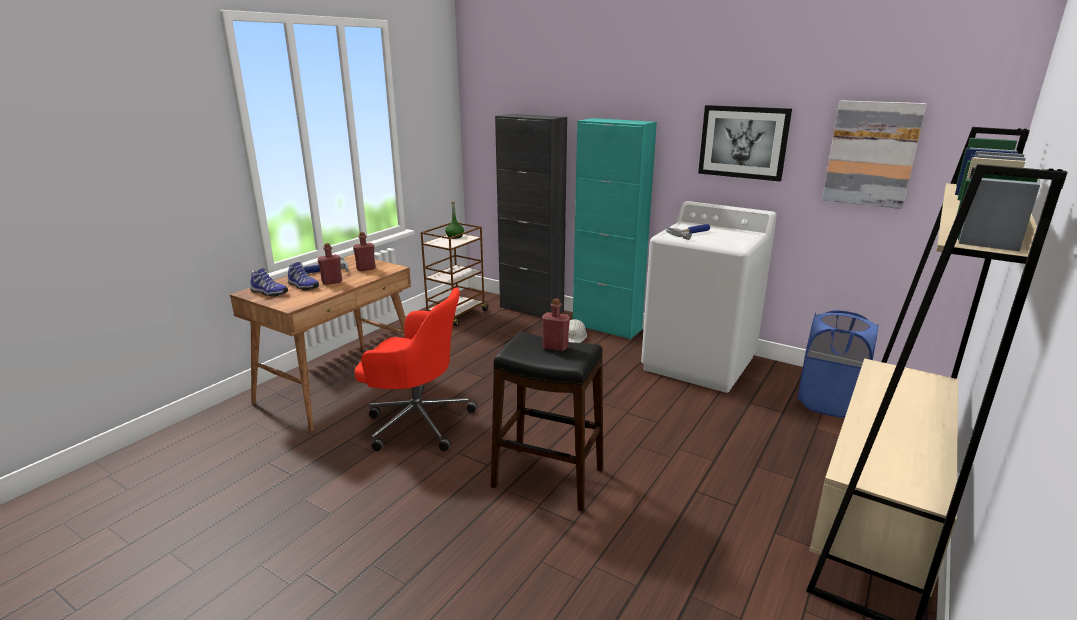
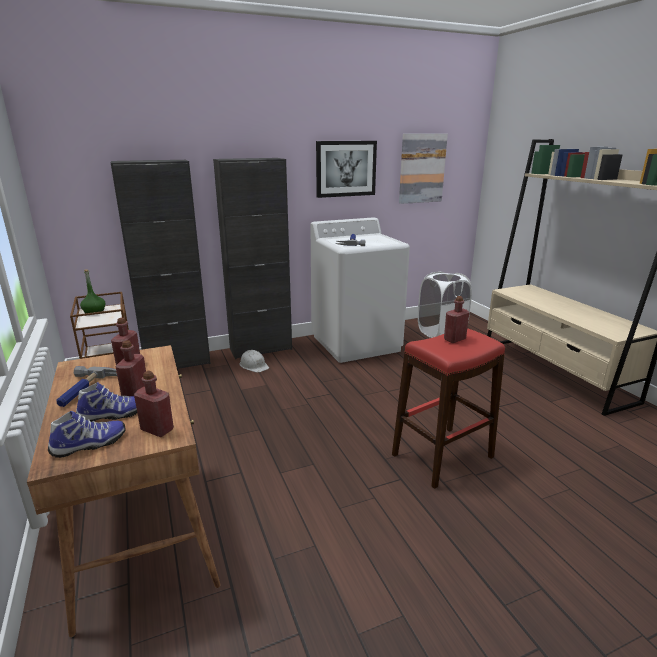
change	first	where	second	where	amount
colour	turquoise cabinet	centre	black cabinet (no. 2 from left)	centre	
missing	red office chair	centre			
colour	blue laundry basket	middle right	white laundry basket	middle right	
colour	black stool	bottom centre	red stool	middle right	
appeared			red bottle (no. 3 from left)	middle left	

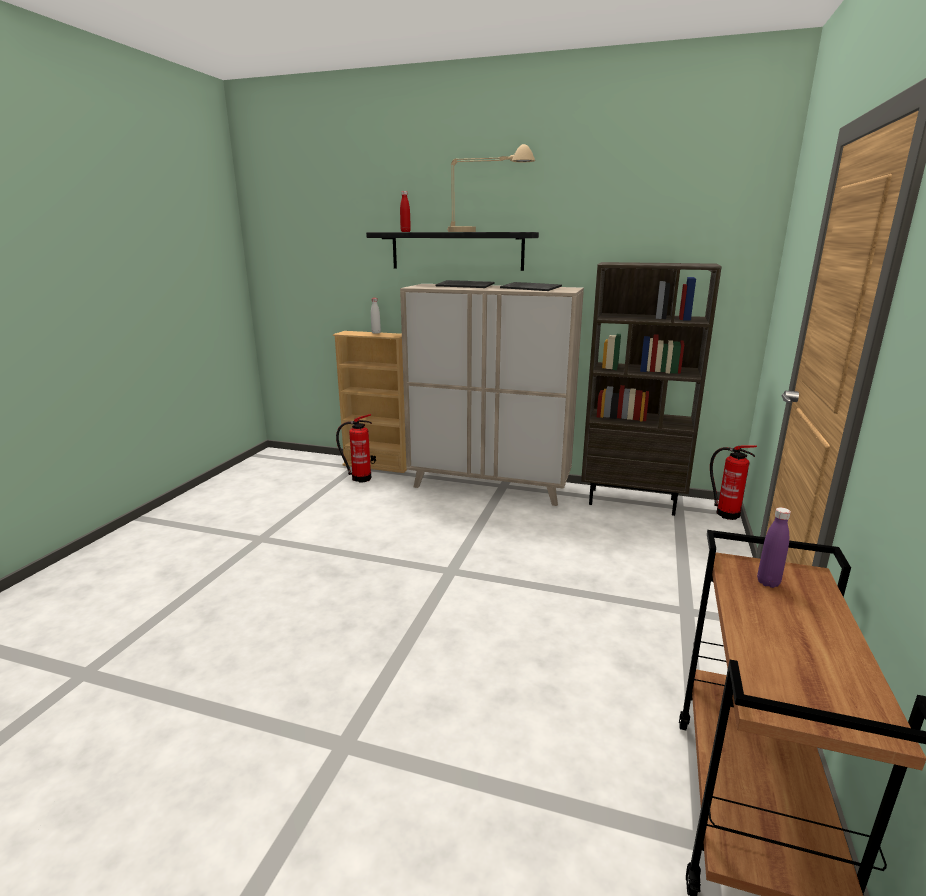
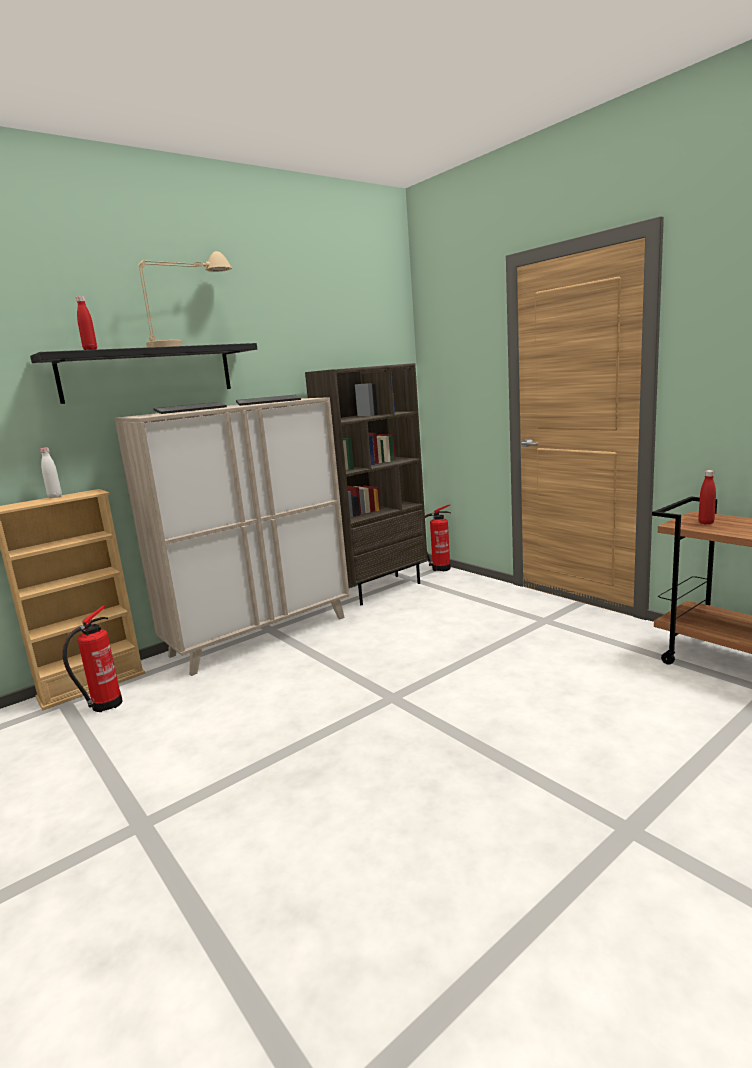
change	first	where	second	where	amount
colour	purple bottle	middle right	red bottle (no. 2 from left)	middle right	

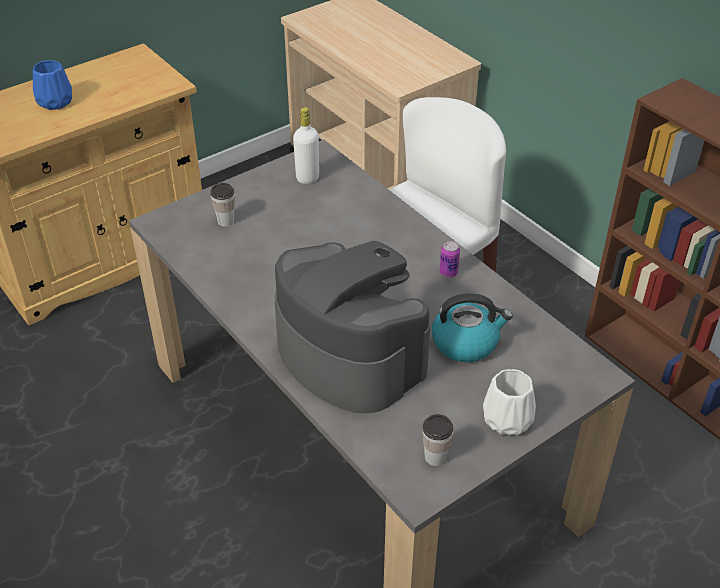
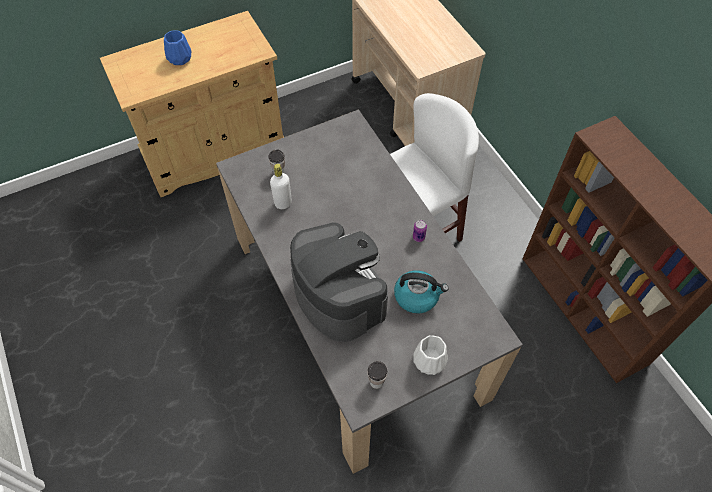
change	first	where	second	where	amount
relocated	white bottle	top centre		centre	

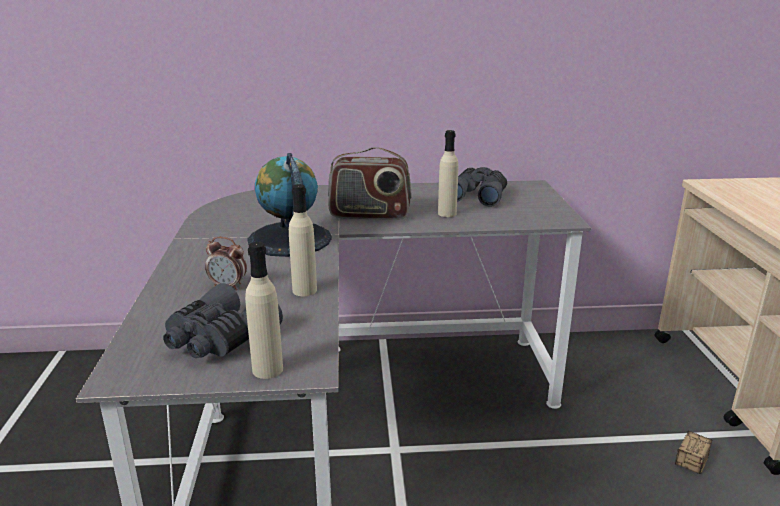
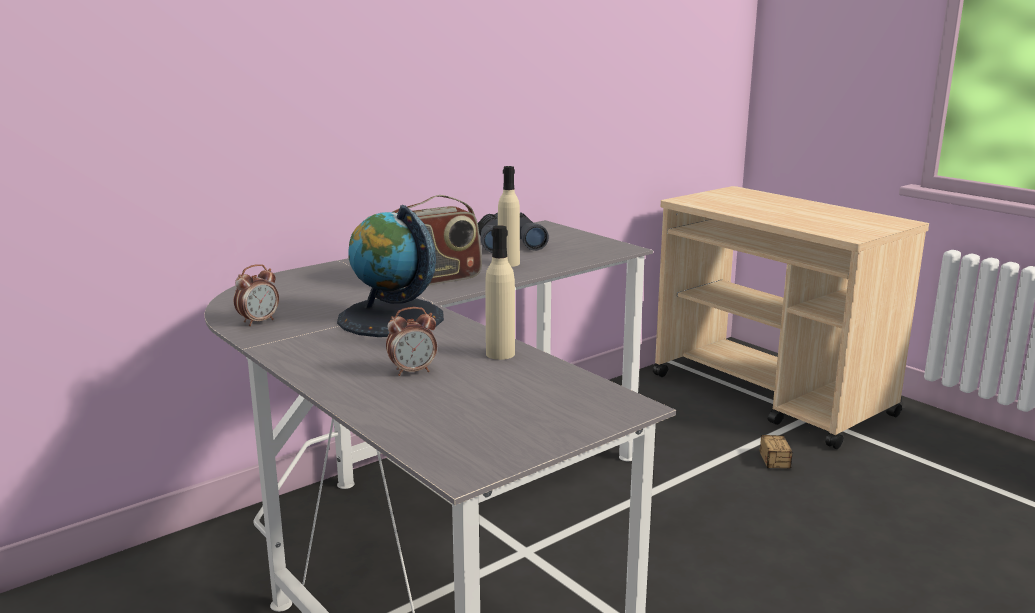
change	first	where	second	where	amount
missing	beige bottle (no. 1 from left)	centre			
missing	grey binoculars (no. 1 from left)	middle left			
appeared			alarm clock (no. 1 from left)	middle left	

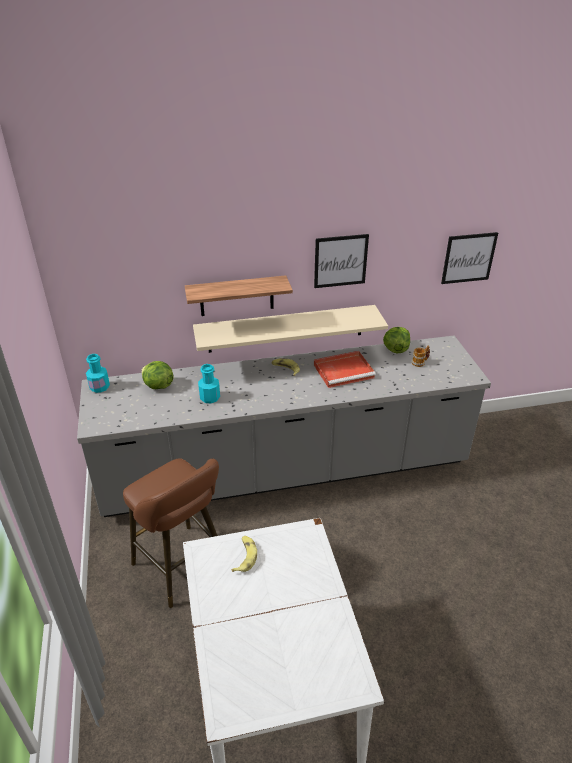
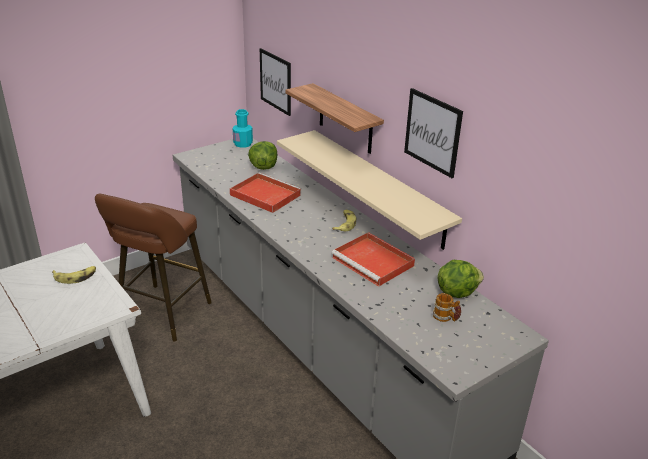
change	first	where	second	where	amount
relocated	picture (no. 2 from left in the first image)	middle right	picture (no. 1 from left)	top centre	
exchanged	turquoise bottle (no. 2 from left)	centre	red tray (no. 1 from left)	centre	

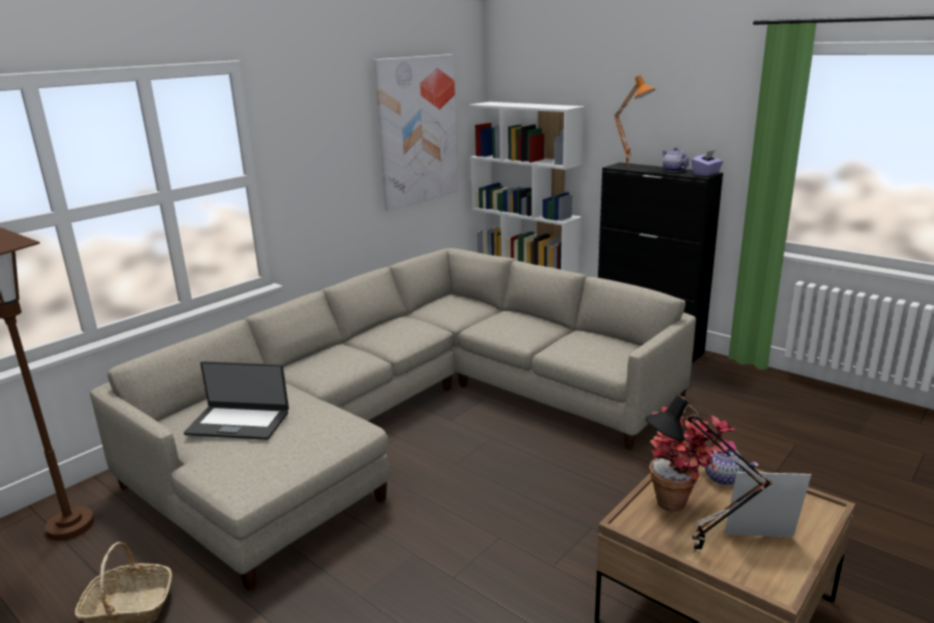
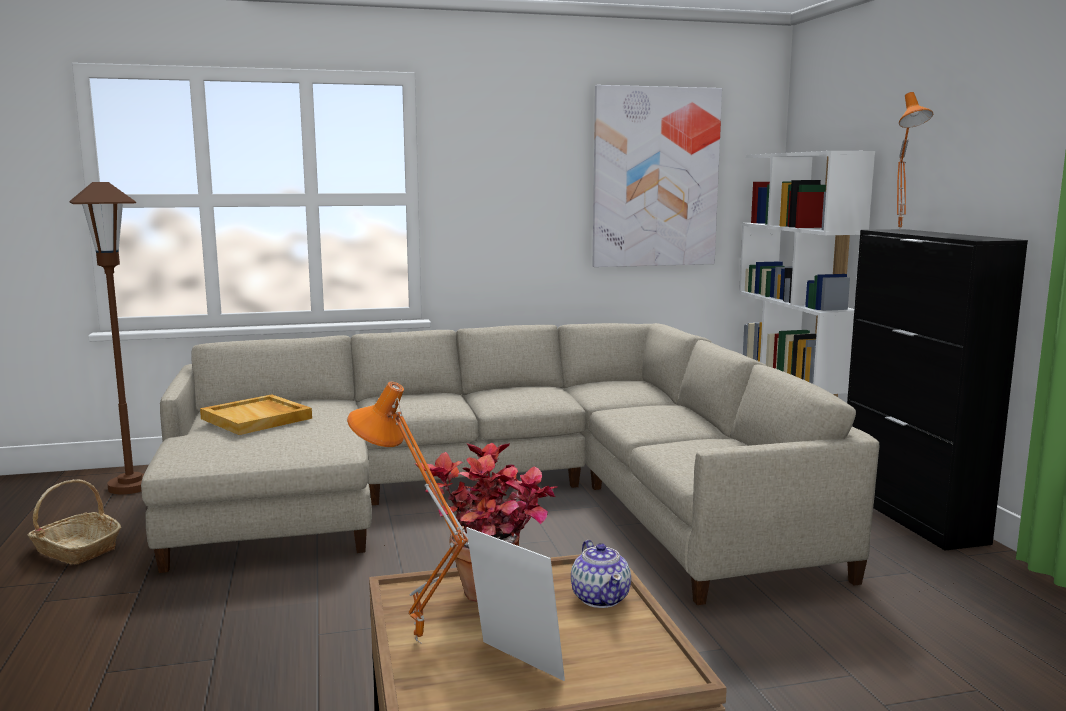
change	first	where	second	where	amount
missing	teapot (no. 1 from left)	top right			
missing	purple tissue box	top right			
exchanged	laptop	middle left	beige tray	middle left	
colour	black table lamp	bottom right	orange table lamp (no. 1 from left)	bottom centre	

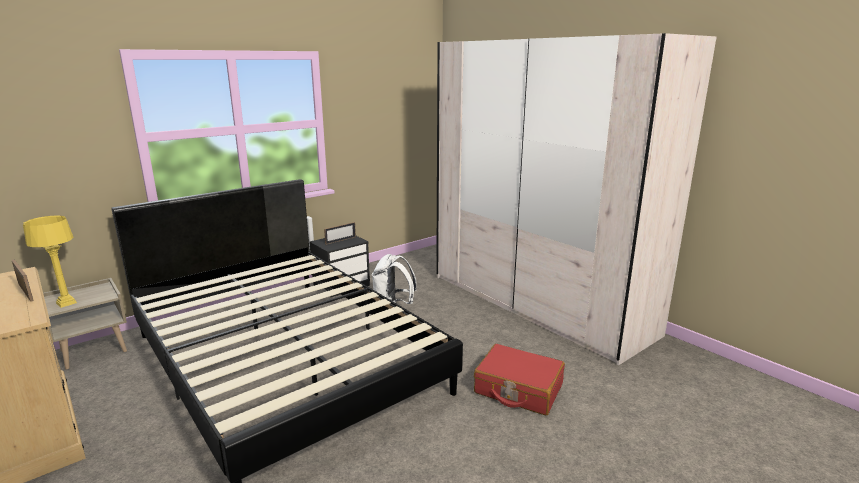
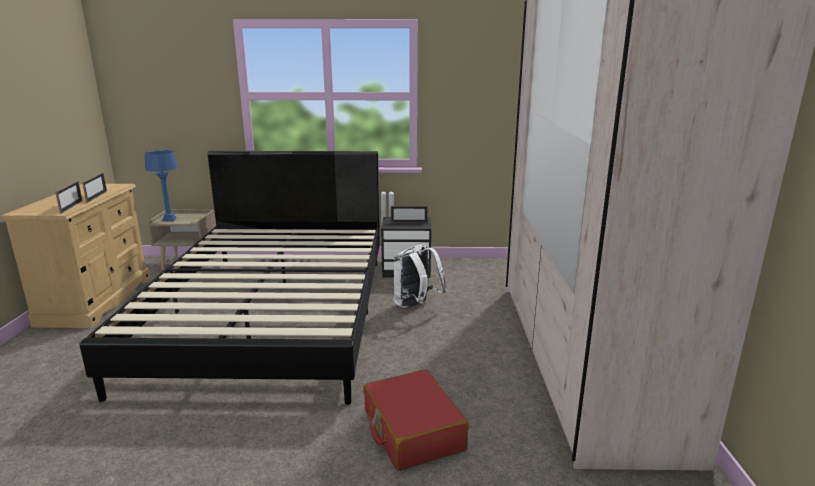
change	first	where	second	where	amount
colour	yellow table lamp	middle left	blue table lamp	middle left	
appeared			picture frame (no. 1 from left)	middle left	

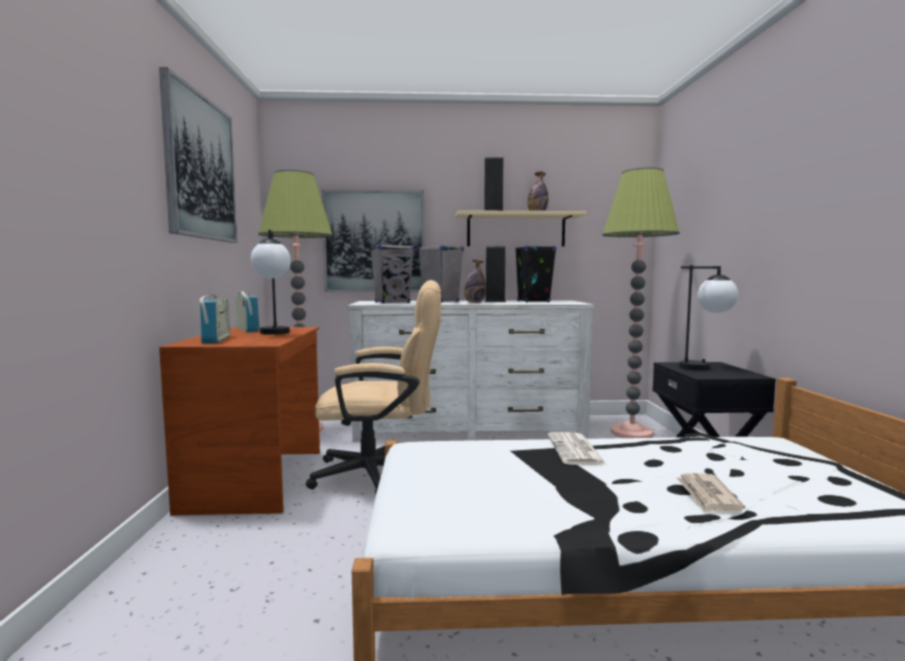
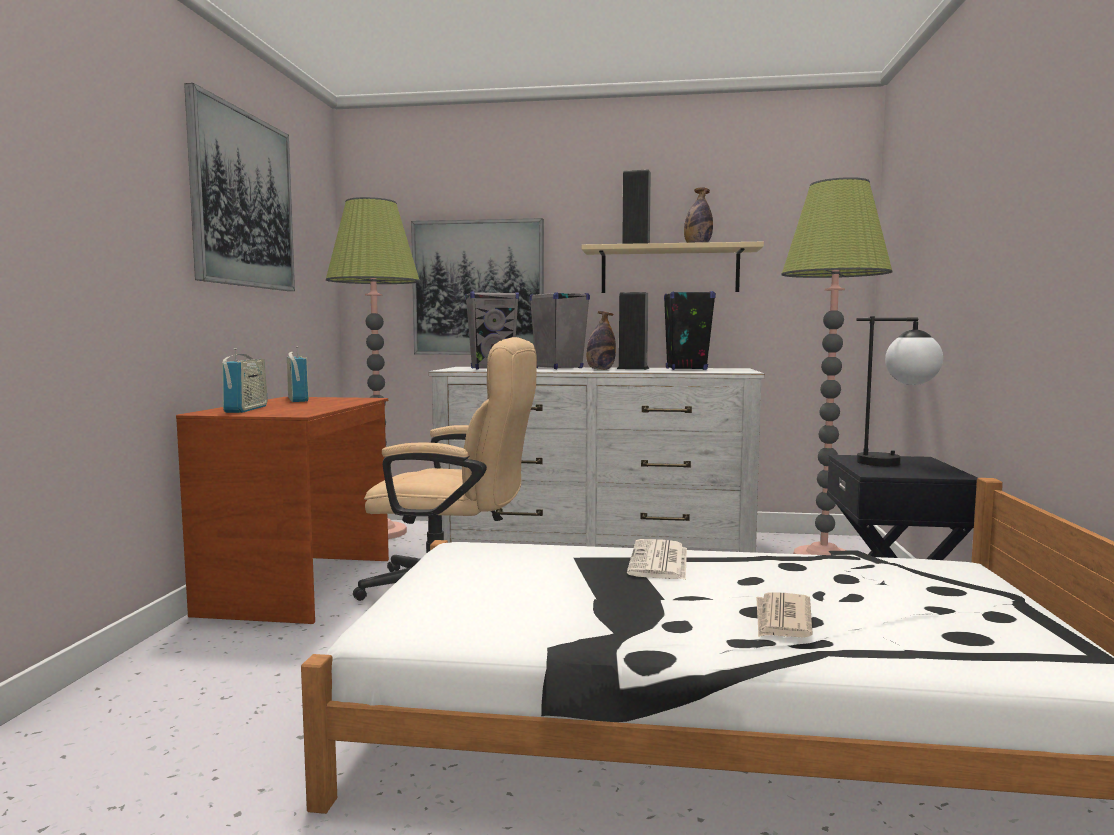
change	first	where	second	where	amount
missing	table lamp (no. 1 from left)	middle left			

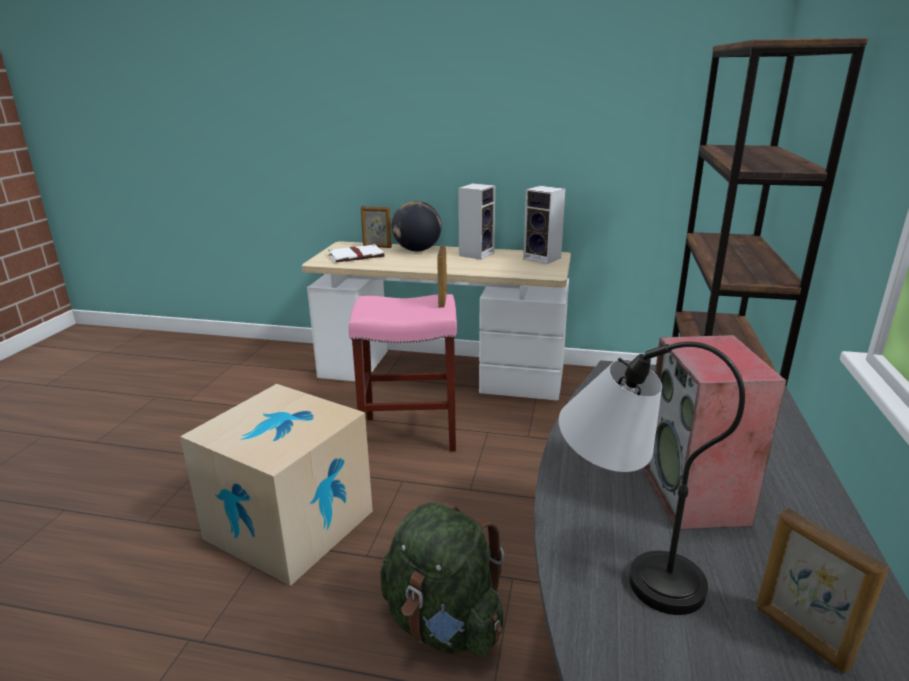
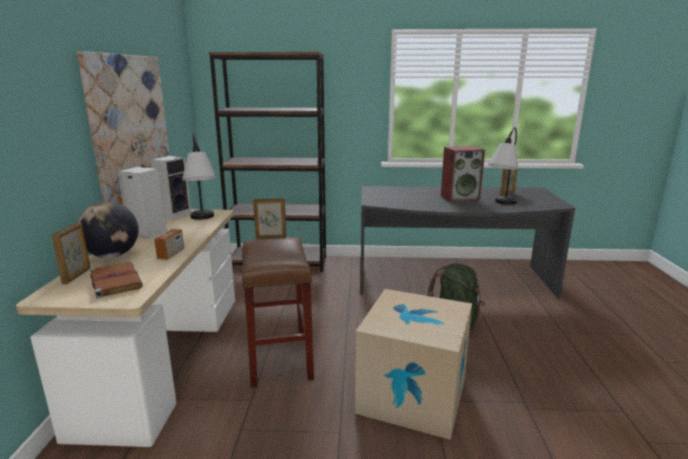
change	first	where	second	where	amount
colour	white book	centre	brown book	middle left	
colour	pink stool	centre	brown stool	bottom centre	
appeared			picture	top left	
appeared			table lamp (no. 1 from left)	middle left	
appeared			radio	middle left	

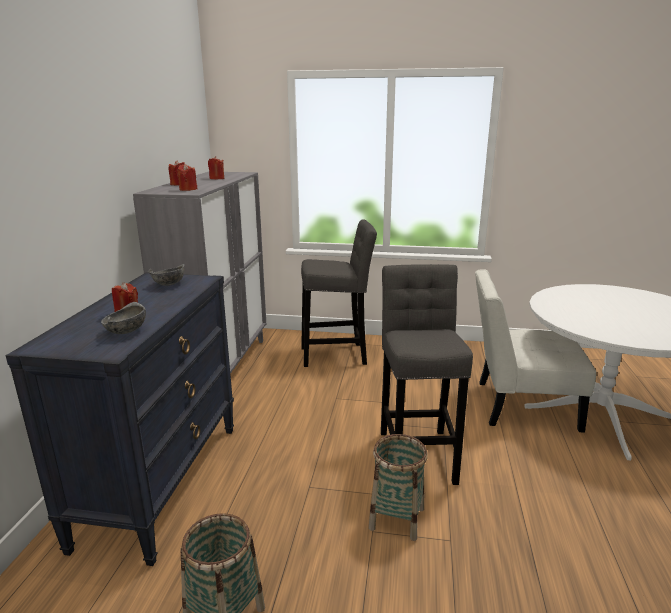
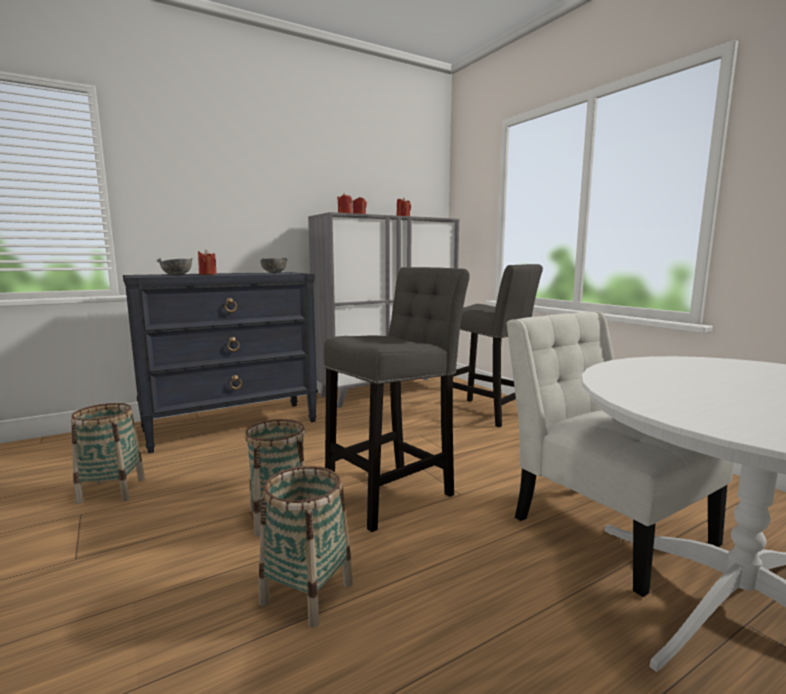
change	first	where	second	where	amount
appeared			basket (no. 3 from left)	bottom centre	

